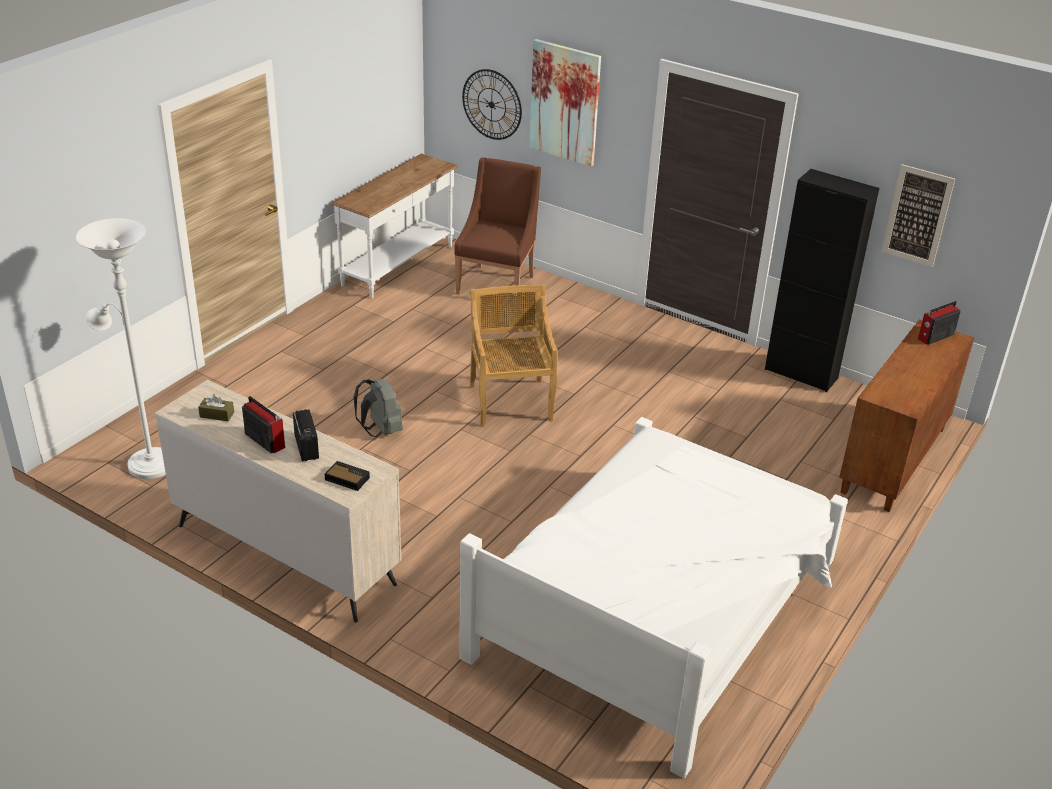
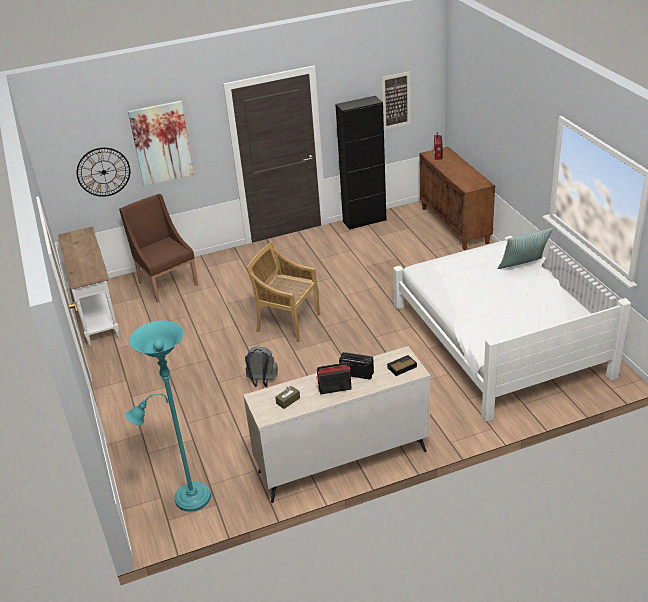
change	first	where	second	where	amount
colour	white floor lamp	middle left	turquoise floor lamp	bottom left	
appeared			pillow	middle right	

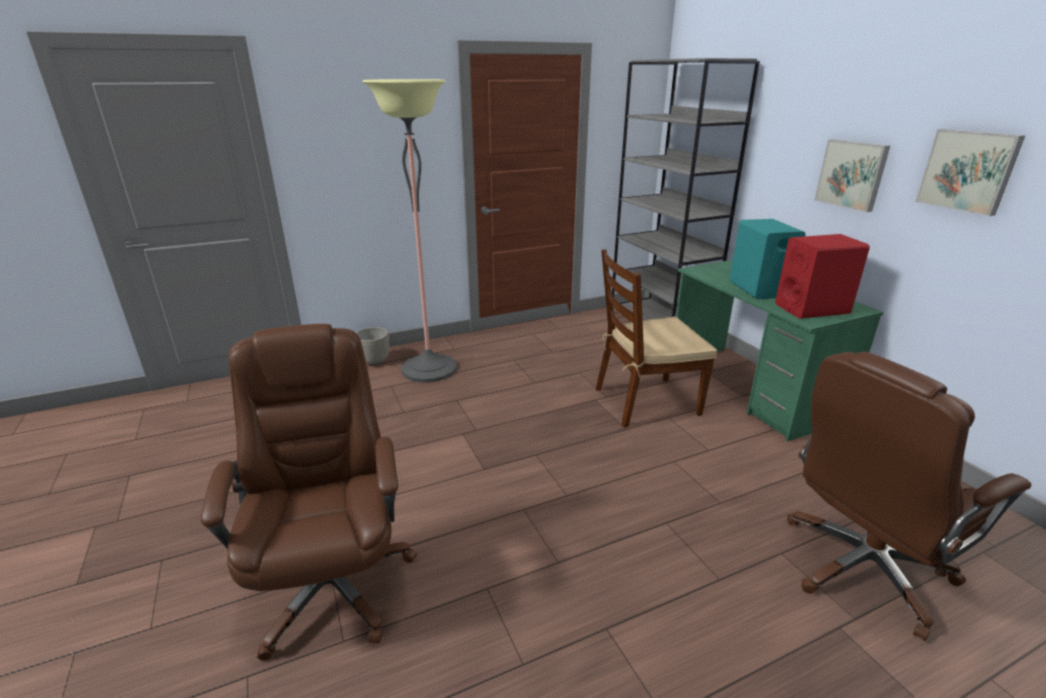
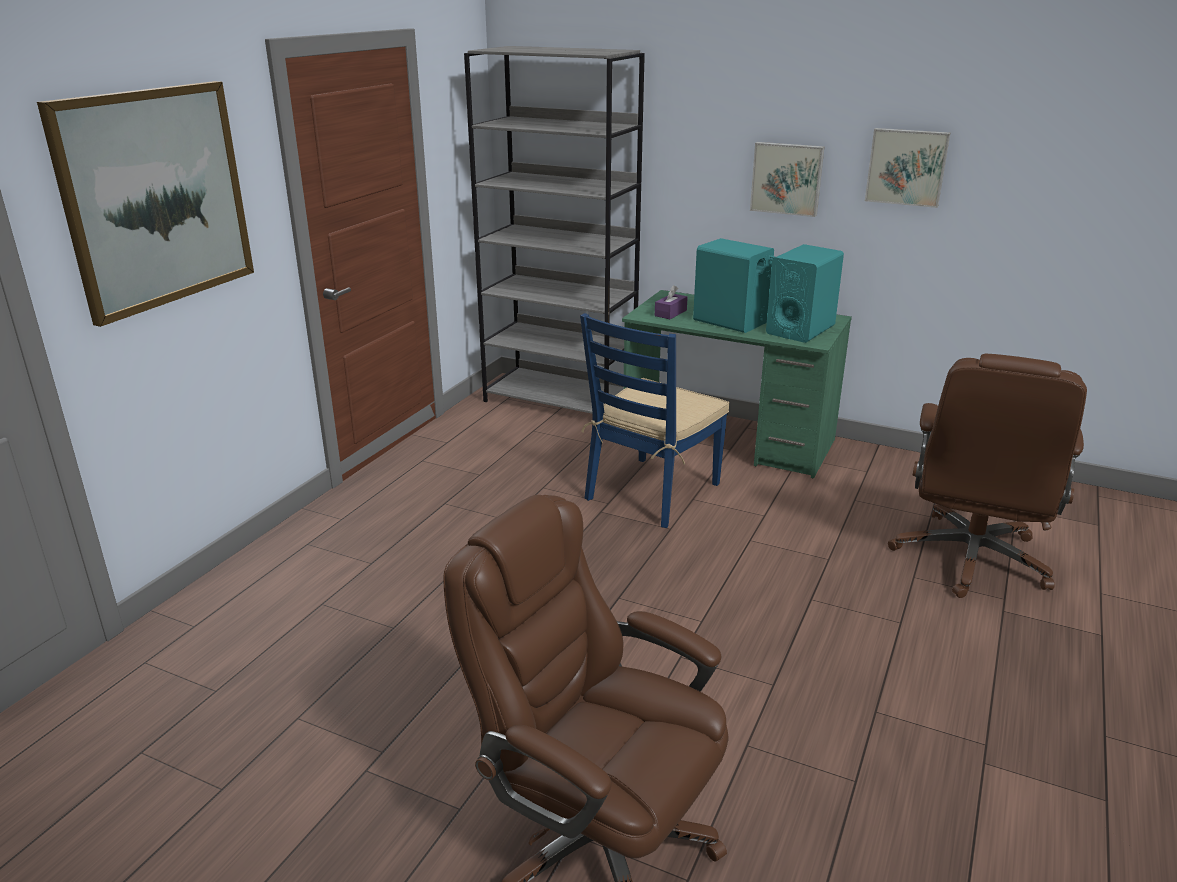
change	first	where	second	where	amount
missing	floor lamp	top centre			
colour	red speaker	middle right	turquoise speaker (no. 2 from left)	top right	
colour	brown chair	centre	blue chair	centre	
missing	grey planter	centre			
appeared			picture (no. 1 from left)	top left	
appeared			purple tissue box	centre	

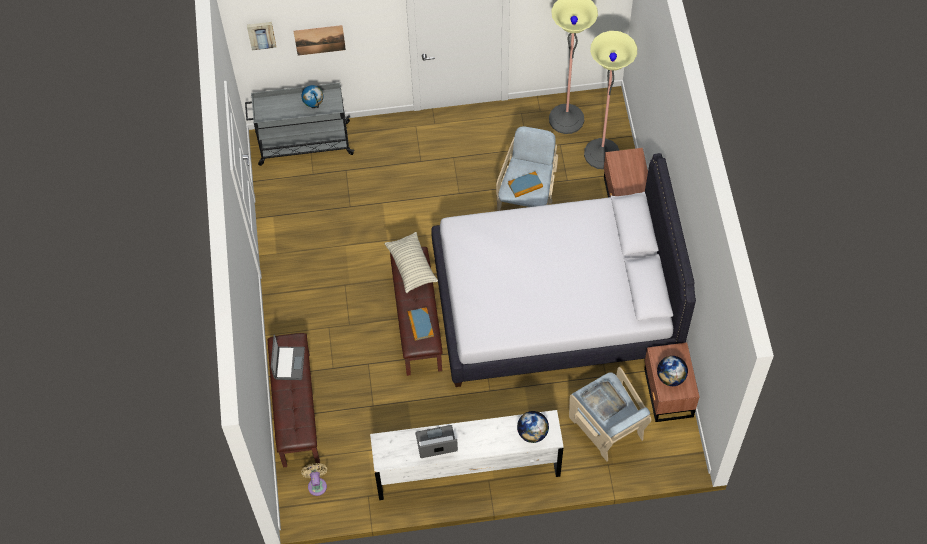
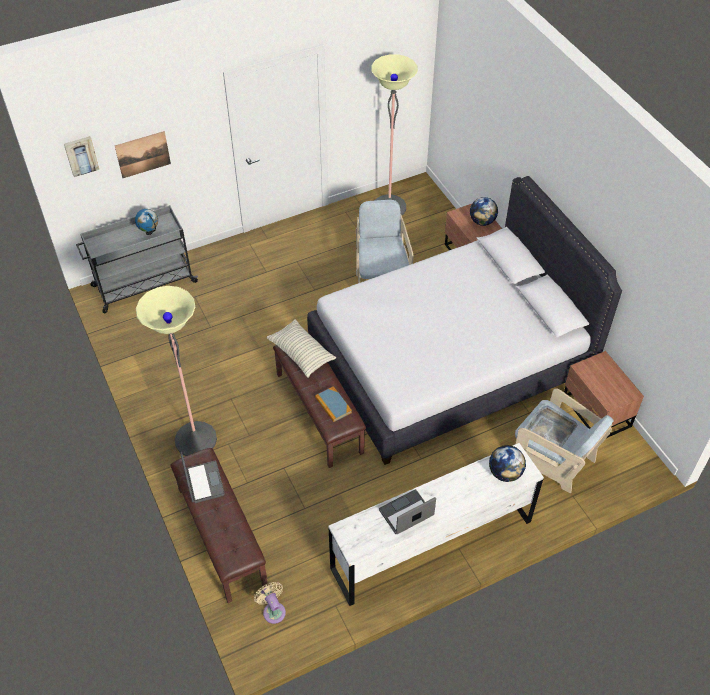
change	first	where	second	where	amount
relocated	floor lamp (no. 2 from left in the first image)	top centre	floor lamp (no. 1 from left)	middle left	
missing	book (no. 2 from left)	centre			
relocated	globe (no. 3 from left in the first image)	bottom right	globe (no. 2 from left)	top right	

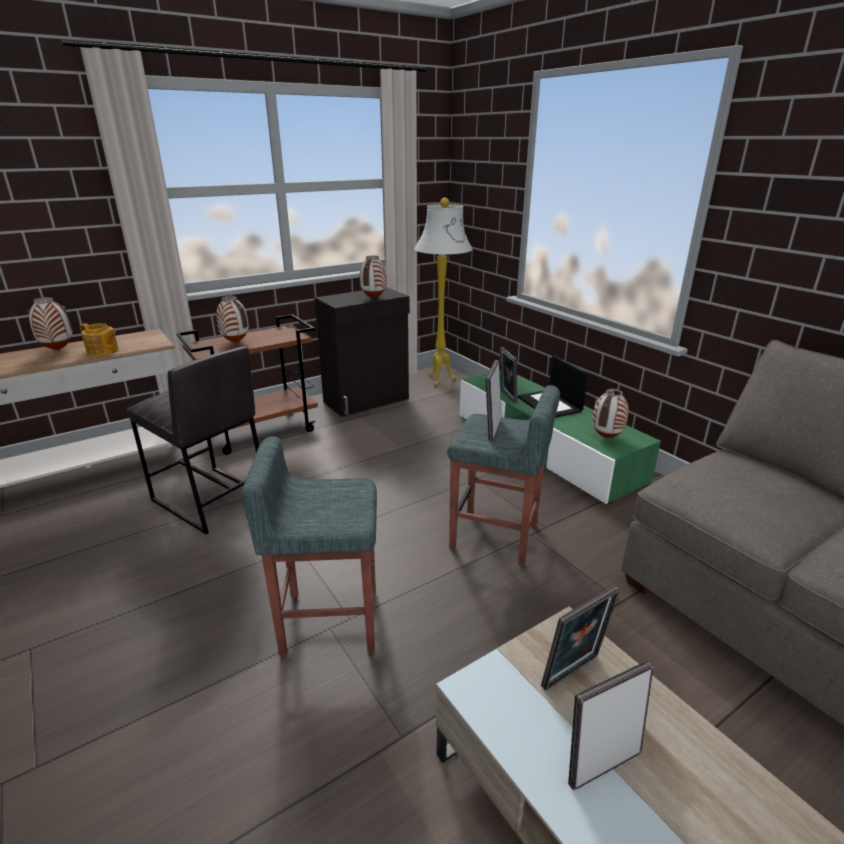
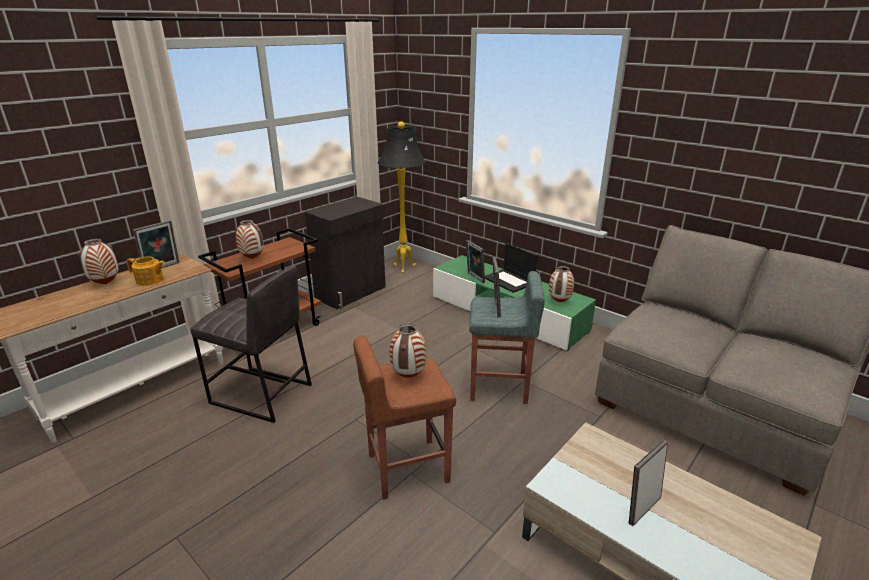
change	first	where	second	where	amount
colour	white floor lamp	centre	black floor lamp	centre	
relocated	vase (no. 3 from left)	top centre		centre	
colour	grey stool (no. 2 from left)	centre	brown stool	bottom centre	
relocated	picture frame (no. 3 from left in the first image)	bottom right	picture frame (no. 1 from left)	middle left	

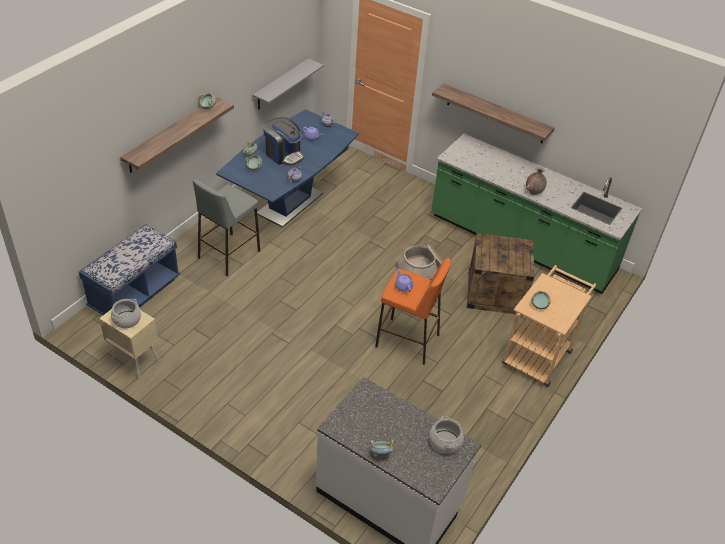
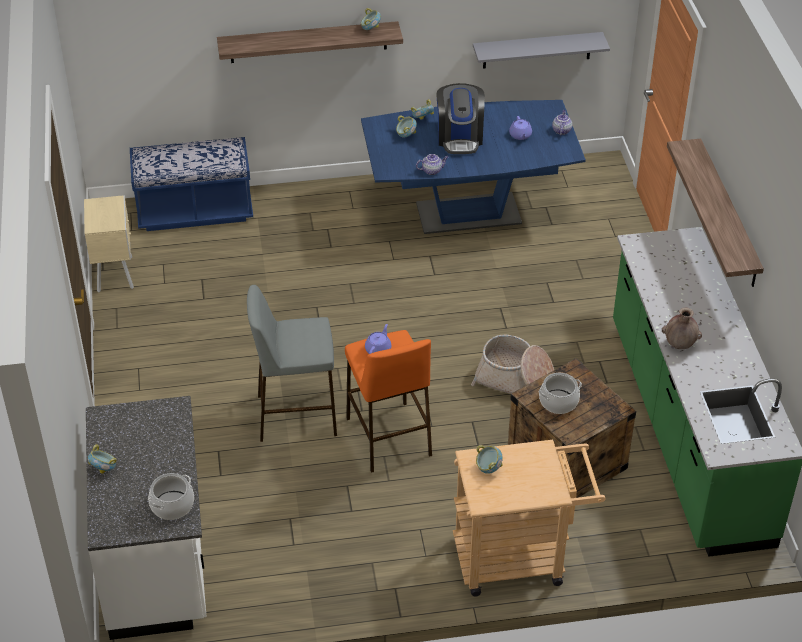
change	first	where	second	where	amount
relocated	grey stool	middle left		centre	
relocated	cooking pot (no. 1 from left in the first image)	middle left	cooking pot (no. 2 from left)	middle right	

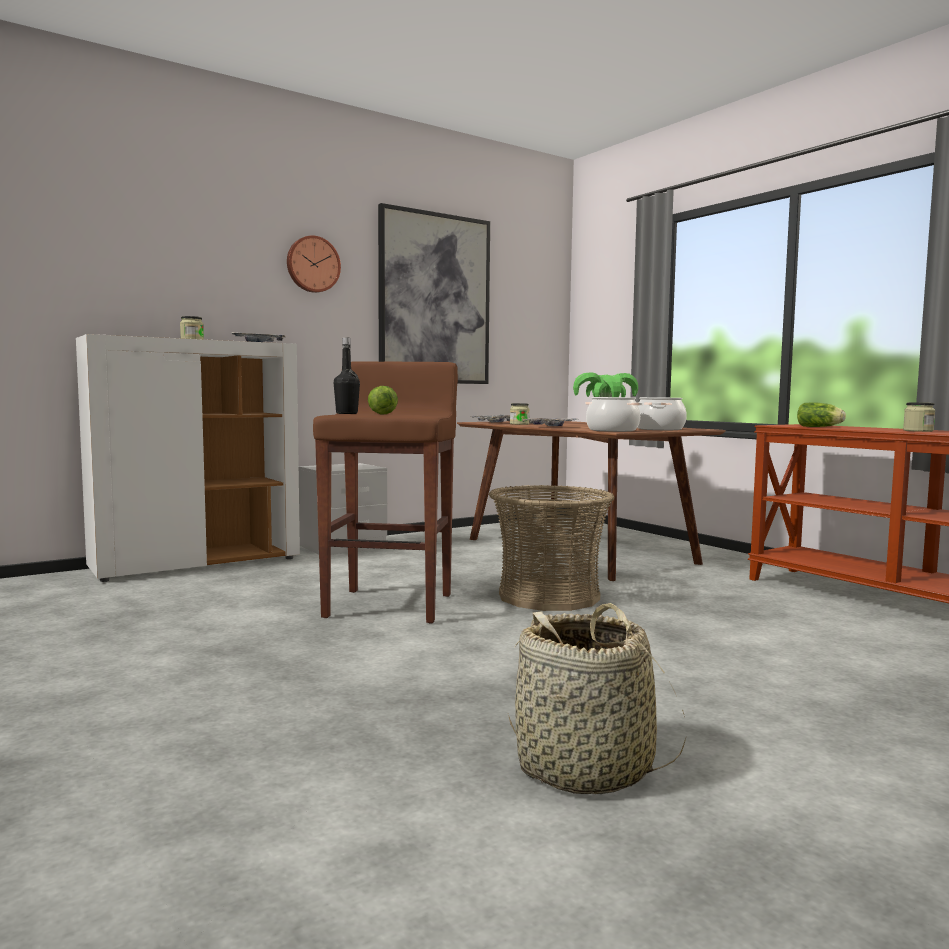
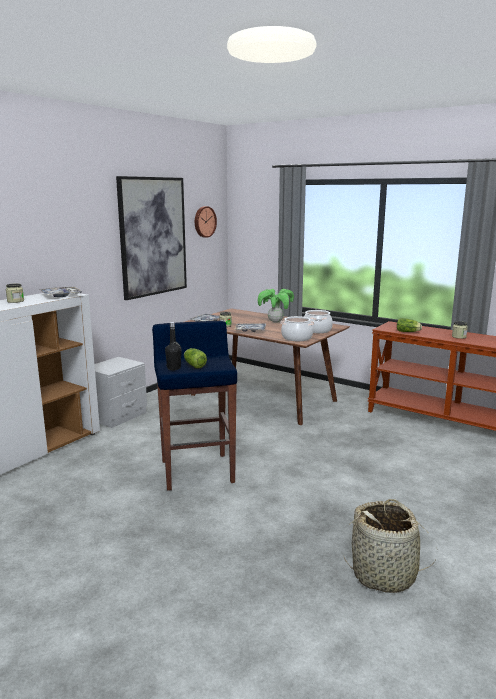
change	first	where	second	where	amount
relocated	wall clock	top left		top centre	
colour	brown stool	centre	blue stool	centre	
missing	basket (no. 1 from left)	centre			

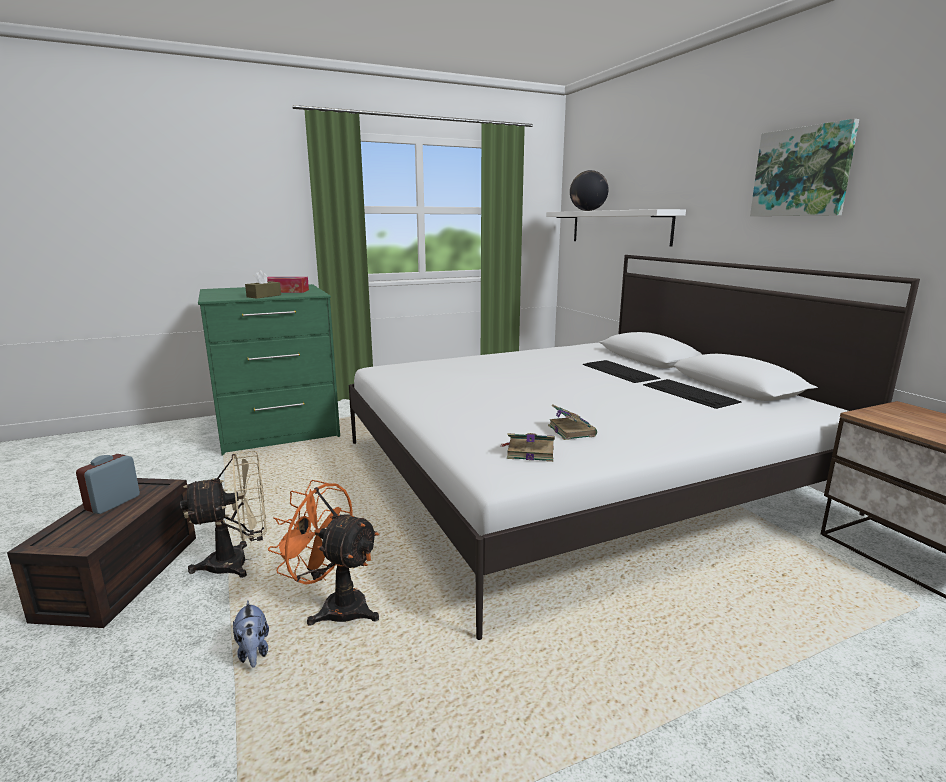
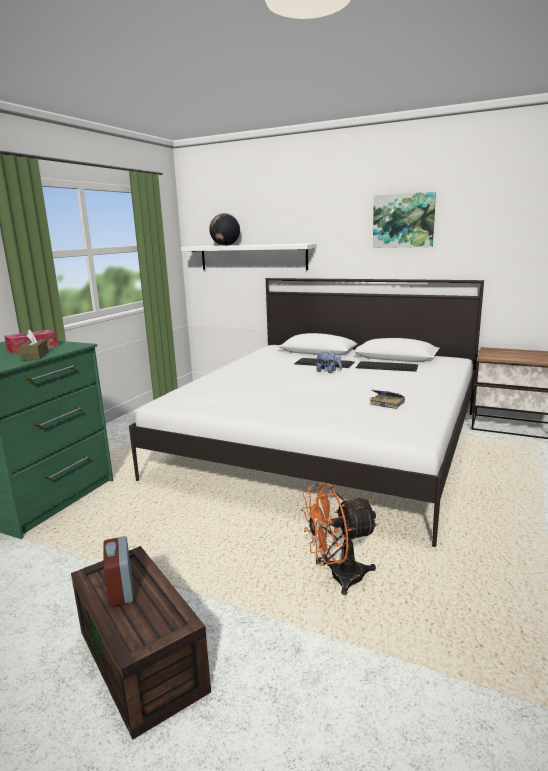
change	first	where	second	where	amount
missing	book (no. 1 from left)	centre			
missing	beige fan	middle left			
relocated	plush toy	bottom left		centre	

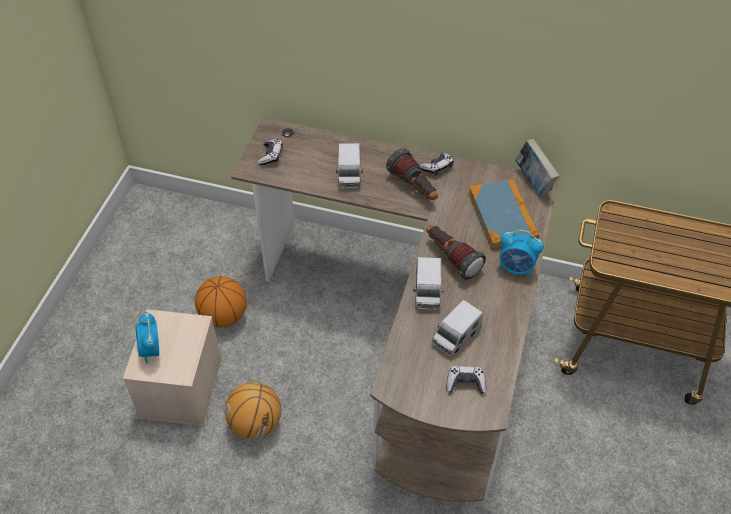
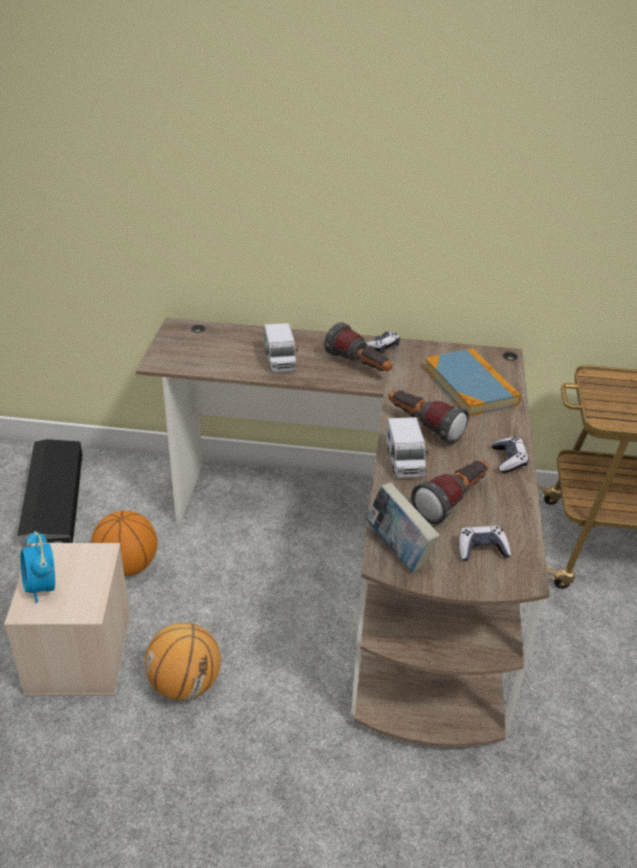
change	first	where	second	where	amount
relocated	game controller (no. 1 from left in the first image)	top centre	game controller (no. 3 from left)	middle right	
relocated	book (no. 2 from left in the first image)	top right	book (no. 1 from left)	centre	
missing	alarm clock (no. 2 from left)	middle right			
exchanged	toy truck (no. 3 from left)	centre	flashlight (no. 3 from left)	middle right	
appeared			black storage box	middle left	

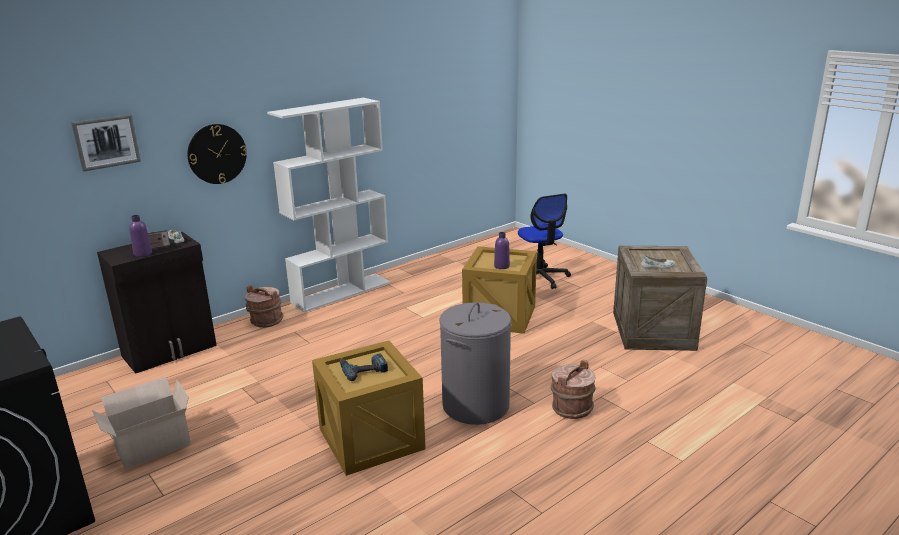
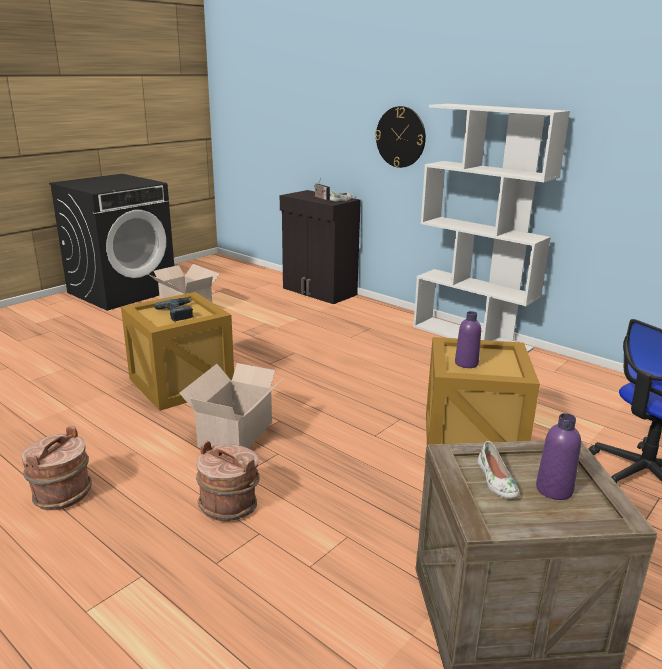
change	first	where	second	where	amount
missing	picture	top left			
relocated	purple bottle (no. 1 from left in the first image)	middle left	purple bottle (no. 2 from left)	bottom right	
relocated	brown bucket (no. 1 from left)	middle left		bottom left	
exchanged	grey laundry basket	bottom centre	cardboard box (no. 2 from left)	centre	

